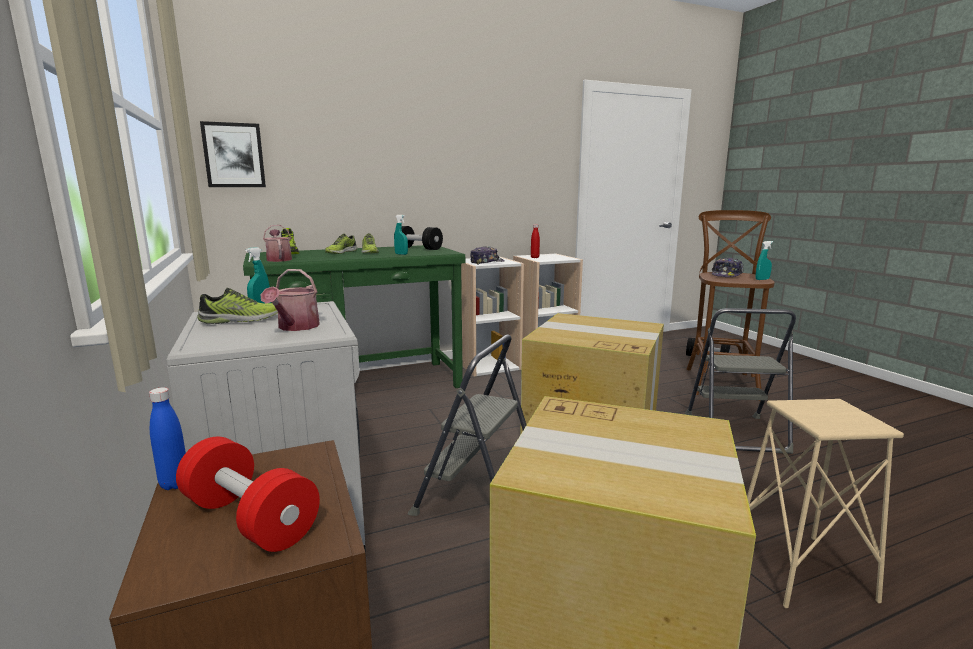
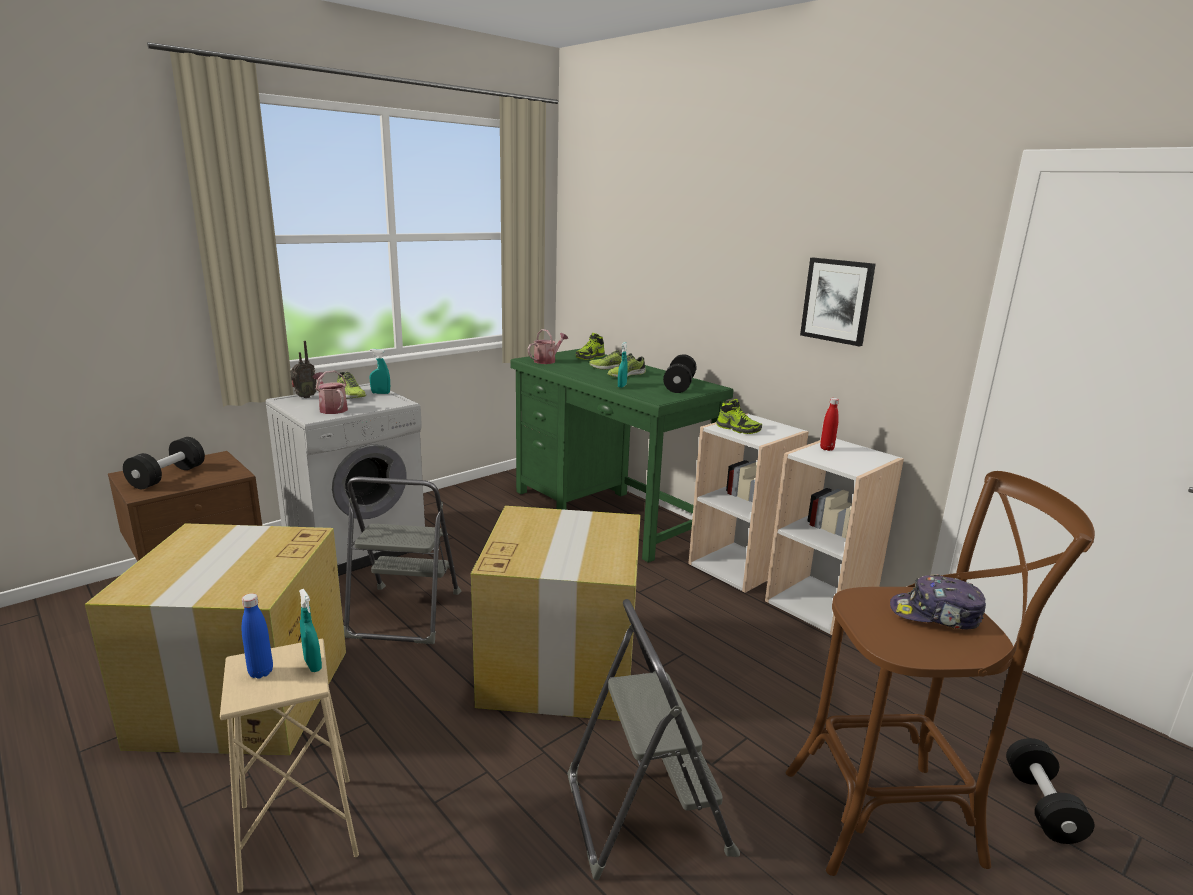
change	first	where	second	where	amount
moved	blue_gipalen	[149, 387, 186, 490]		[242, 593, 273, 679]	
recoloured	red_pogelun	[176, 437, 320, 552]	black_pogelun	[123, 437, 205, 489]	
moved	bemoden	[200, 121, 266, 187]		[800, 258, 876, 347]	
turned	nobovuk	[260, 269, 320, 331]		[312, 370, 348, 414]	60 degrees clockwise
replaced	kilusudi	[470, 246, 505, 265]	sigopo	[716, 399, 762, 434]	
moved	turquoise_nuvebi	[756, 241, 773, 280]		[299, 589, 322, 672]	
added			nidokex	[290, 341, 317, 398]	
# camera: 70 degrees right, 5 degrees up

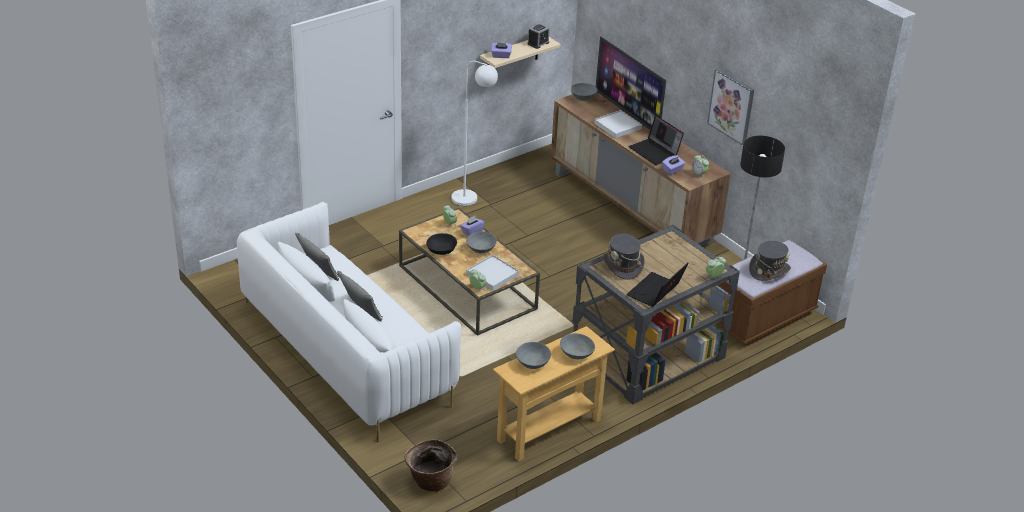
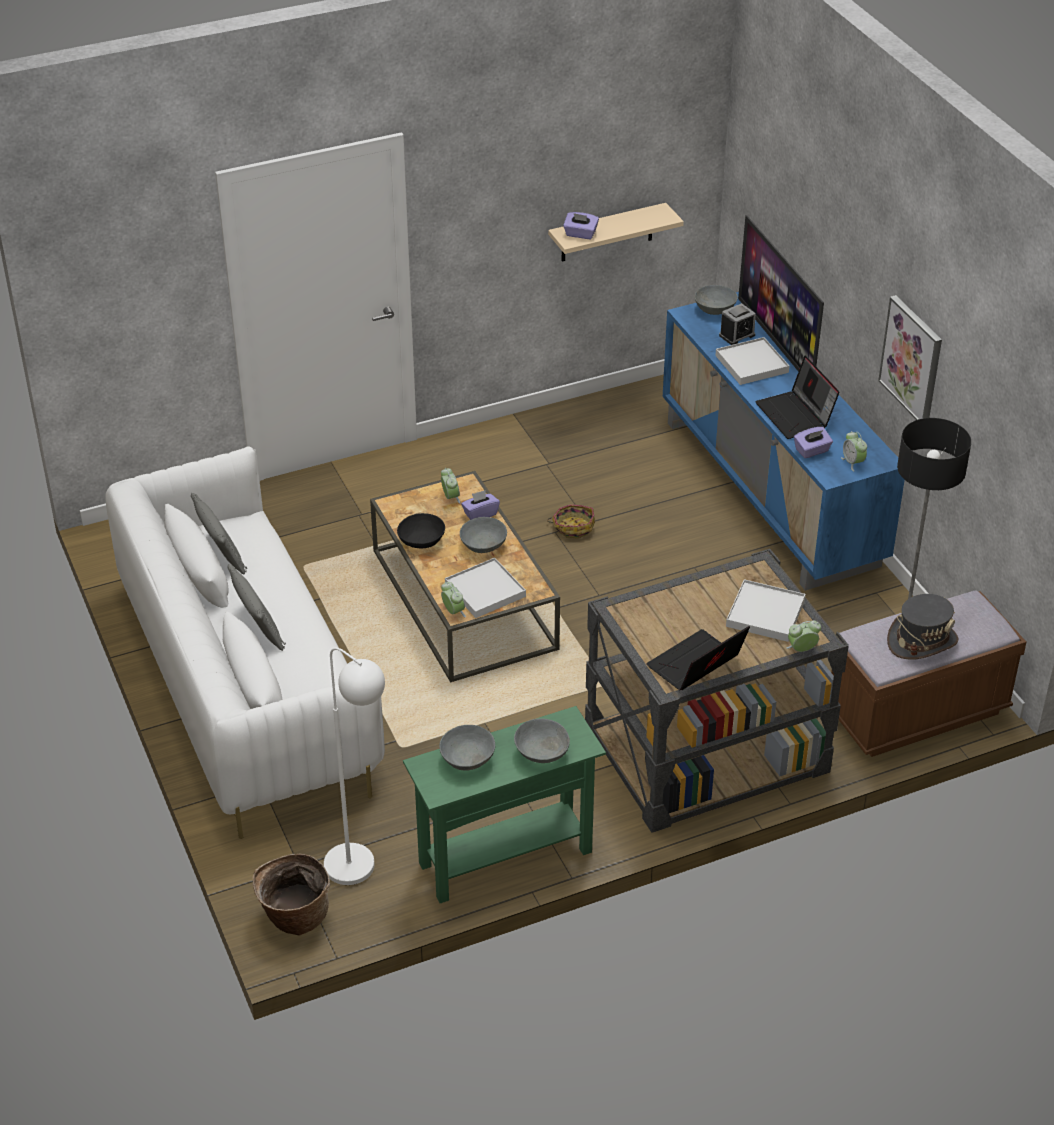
change	first	where	second	where	amount
moved	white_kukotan	[451, 61, 498, 206]		[324, 648, 385, 885]	
recoloured	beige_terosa	[493, 326, 615, 461]	green_terosa	[403, 706, 606, 903]	
moved	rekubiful	[527, 23, 550, 49]		[719, 303, 756, 345]	
recoloured	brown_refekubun	[551, 92, 731, 246]	blue_refekubun	[663, 292, 905, 591]	
removed	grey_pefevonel	[603, 234, 645, 280]			
added			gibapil	[547, 504, 595, 539]	
added			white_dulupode	[726, 579, 805, 642]	
# camera: 15 degrees right, 5 degrees up

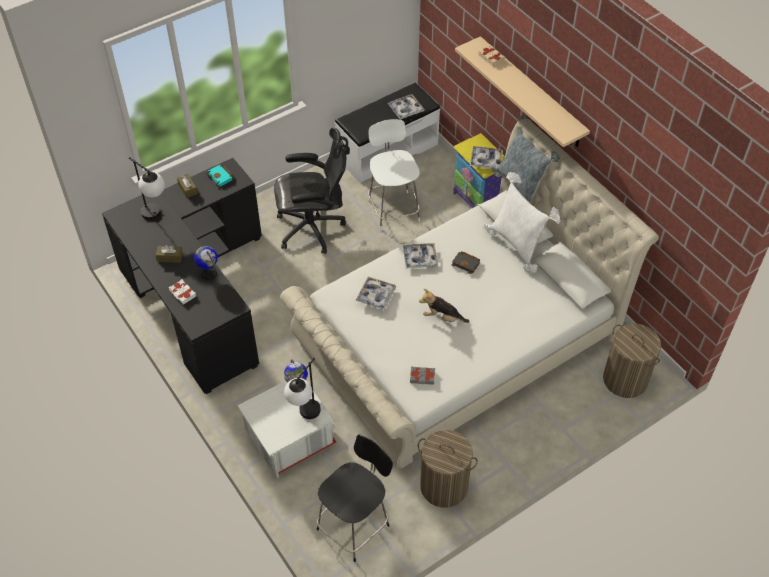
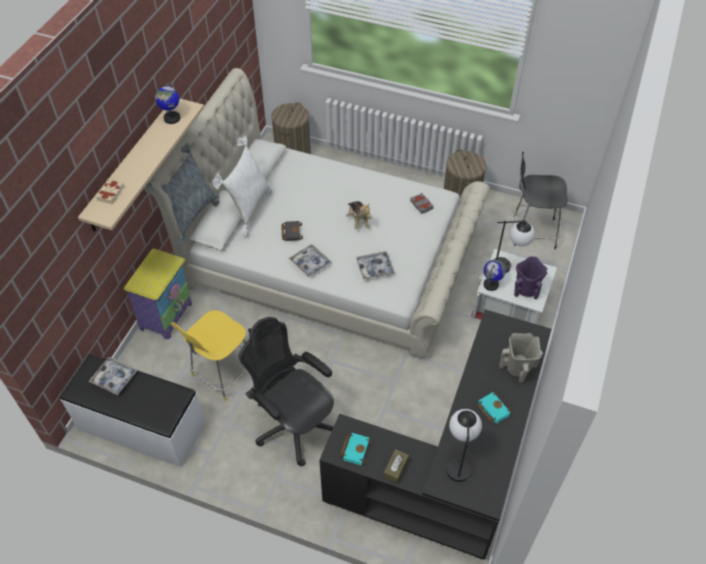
change	first	where	second	where	amount
replaced	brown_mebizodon	[156, 245, 183, 263]	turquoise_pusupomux	[476, 392, 512, 424]	
replaced	white_pusupomux	[169, 279, 196, 305]	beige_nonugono	[499, 333, 543, 383]	
moved	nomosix	[194, 246, 218, 280]		[155, 83, 180, 124]	
recoloured	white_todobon	[368, 119, 420, 230]	yellow_todobon	[171, 310, 247, 401]	
removed	dulupode	[470, 146, 503, 169]			
added			purple_nonugono	[514, 256, 547, 300]	
# camera: 125 degrees left, 0 degrees up

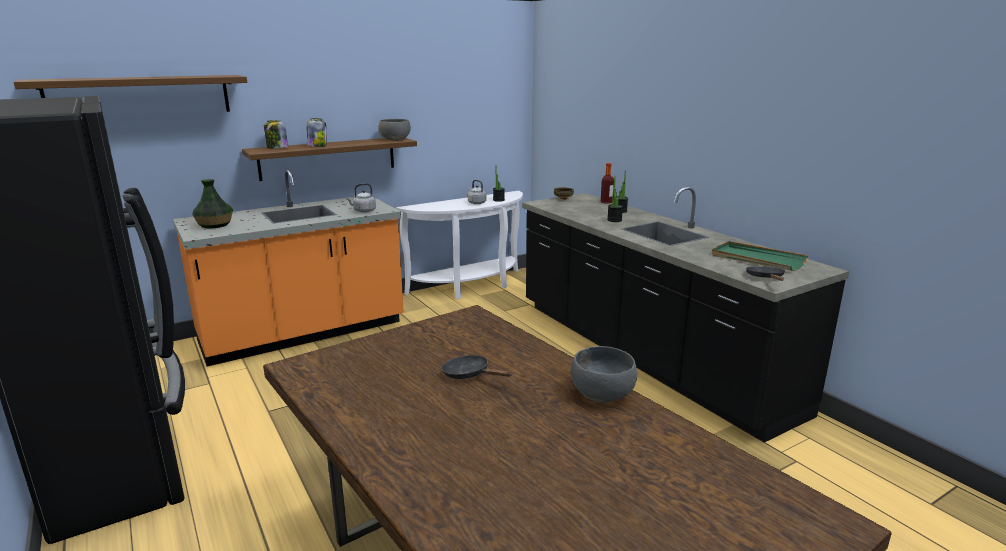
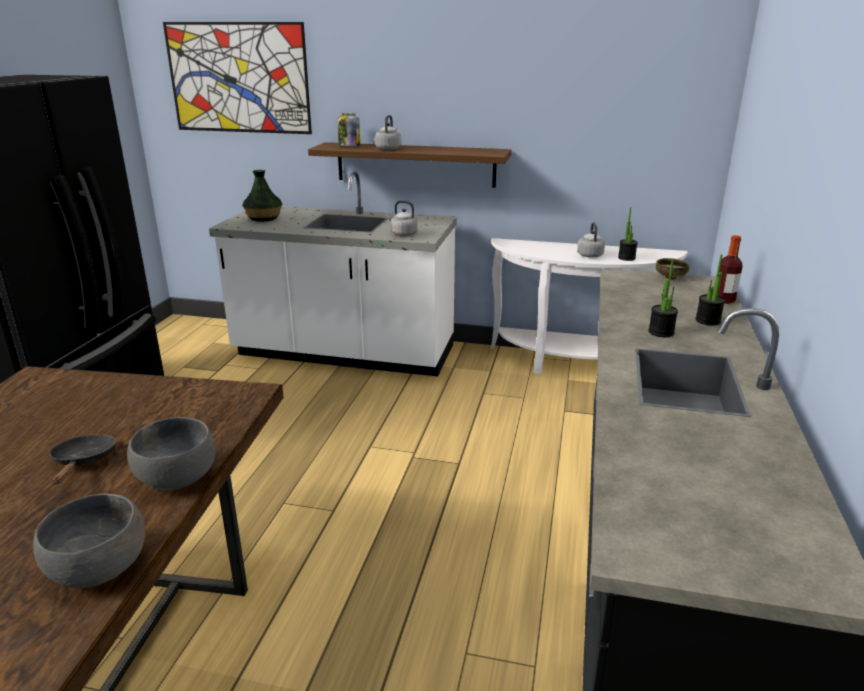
change	first	where	second	where	amount
replaced	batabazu	[14, 75, 247, 112]	bemoden	[163, 22, 312, 134]	
recoloured	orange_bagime	[173, 170, 404, 367]	white_bagime	[209, 172, 457, 376]	
replaced	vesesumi	[307, 118, 327, 147]	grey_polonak	[375, 115, 401, 150]	
moved	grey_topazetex	[378, 119, 411, 141]		[127, 417, 216, 491]	
removed	green_dulupode	[712, 241, 808, 271]			
removed	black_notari	[746, 266, 785, 281]			
# camera: 45 degrees right, 5 degrees up

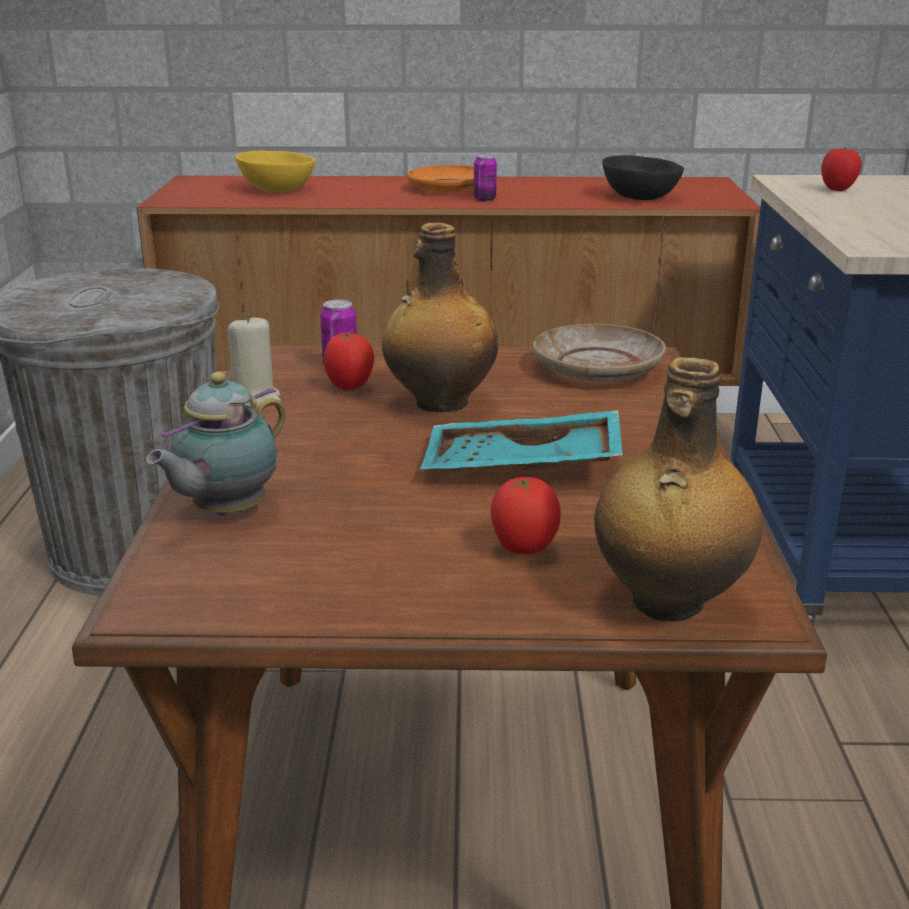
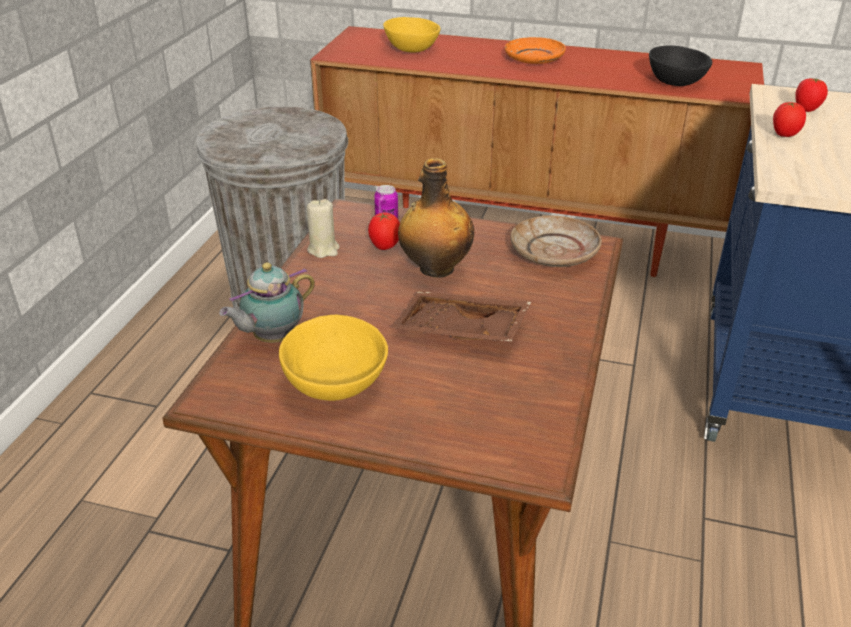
change	first	where	second	where	amount
recoloured	turquoise_dulupode	[420, 410, 623, 472]	brown_dulupode	[391, 292, 531, 342]	
removed	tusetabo	[474, 154, 497, 202]			
moved	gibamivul	[490, 477, 561, 554]		[773, 102, 806, 137]	
removed	gipalen	[594, 357, 763, 622]			
added			yellow_topazetex	[279, 315, 388, 401]	
# camera: 15 degrees right, 10 degrees up

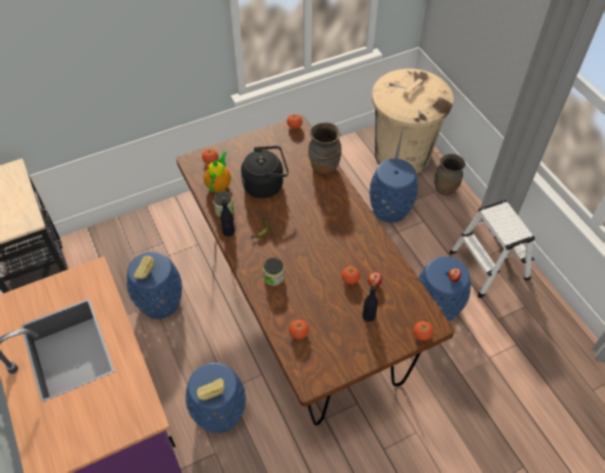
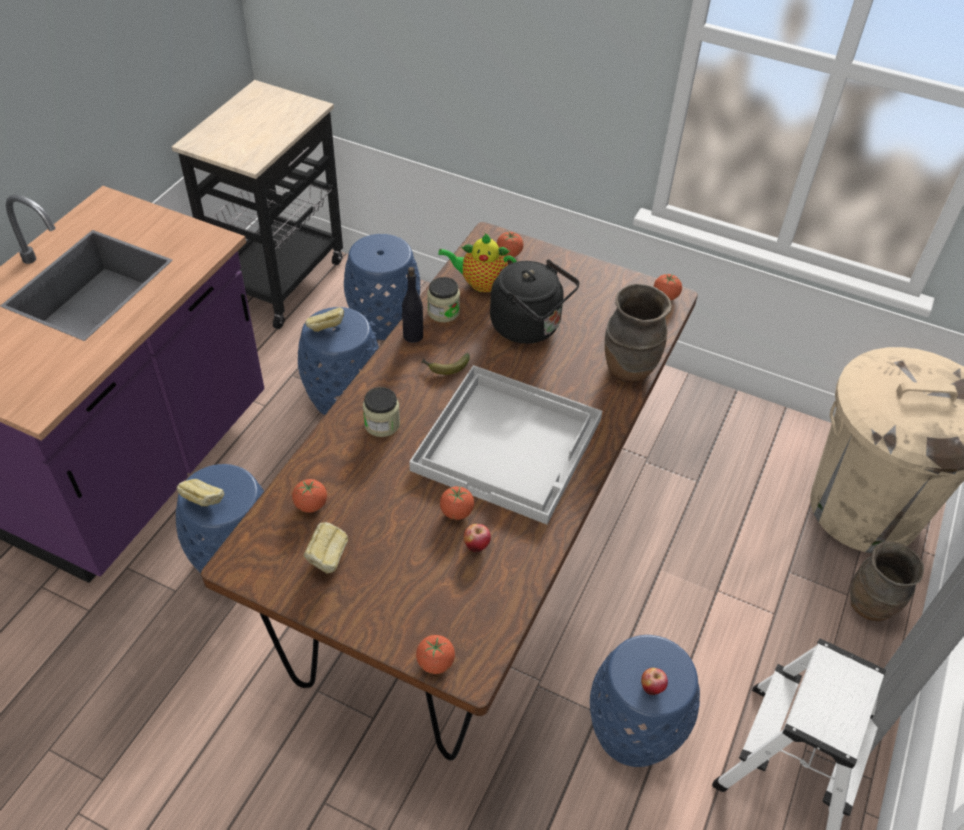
change	first	where	second	where	amount
turned	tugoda	[204, 152, 231, 193]		[438, 233, 517, 292]	150 degrees counterclockwise
removed	black_gipalen	[362, 284, 378, 322]			
moved	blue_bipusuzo	[369, 159, 418, 223]		[344, 234, 420, 340]	
added			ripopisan	[304, 522, 348, 573]	
added			white_dulupode	[409, 365, 602, 525]	
# camera: 50 degrees right, 5 degrees down

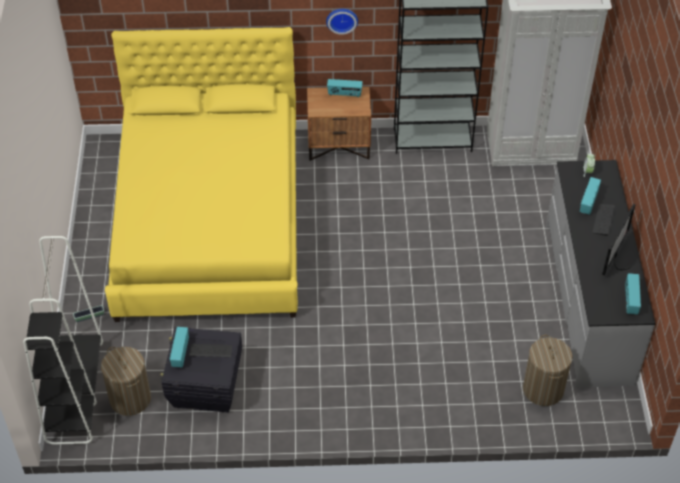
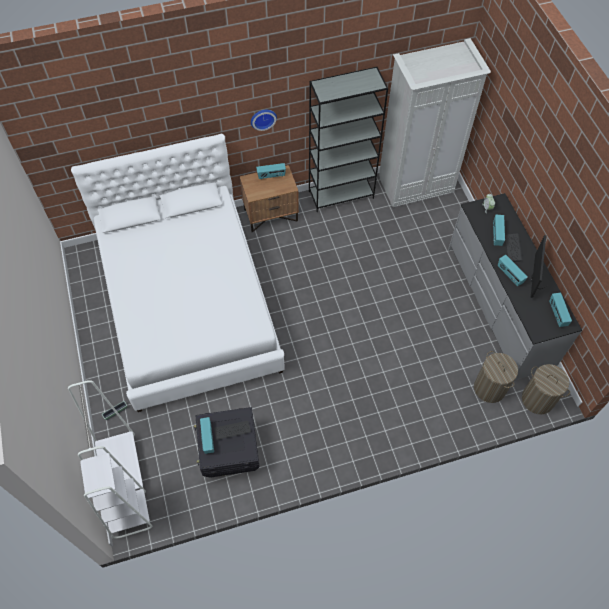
change	first	where	second	where	amount
recoloured	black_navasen	[23, 236, 103, 445]	white_navasen	[68, 380, 152, 539]	
moved	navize	[101, 347, 151, 416]		[522, 364, 570, 414]	
recoloured	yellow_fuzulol	[105, 27, 298, 322]	white_fuzulol	[71, 133, 285, 412]	
added			nidokex	[498, 255, 528, 286]	
# camera: 15 degrees left, 10 degrees up

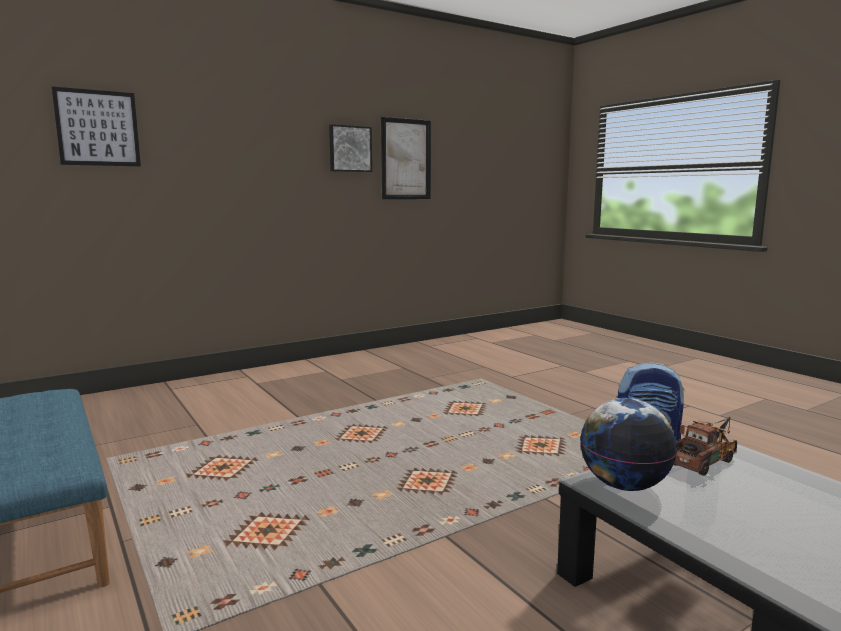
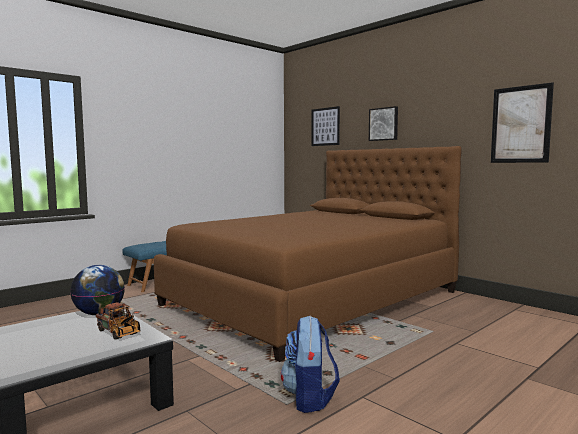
change	first	where	second	where	amount
moved	bemoden	[329, 124, 372, 172]		[369, 106, 398, 141]	
added			brown_fuzulol	[154, 146, 462, 362]	
# camera: 80 degrees right, 5 degrees down

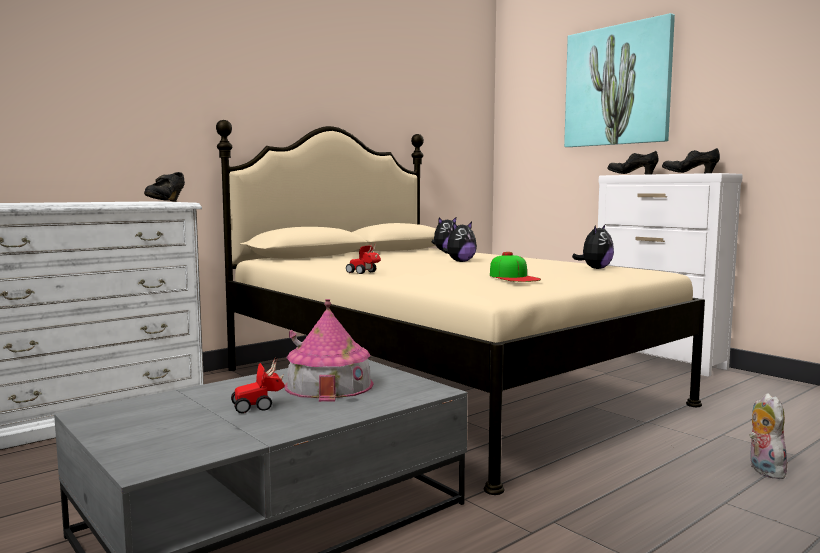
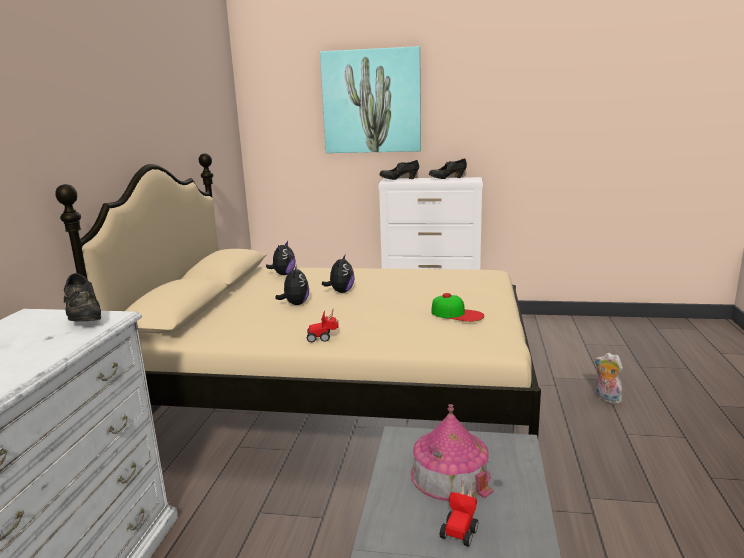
change	first	where	second	where	amount
moved	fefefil	[572, 225, 614, 269]		[275, 264, 309, 305]	
# camera: 40 degrees left, 10 degrees up

